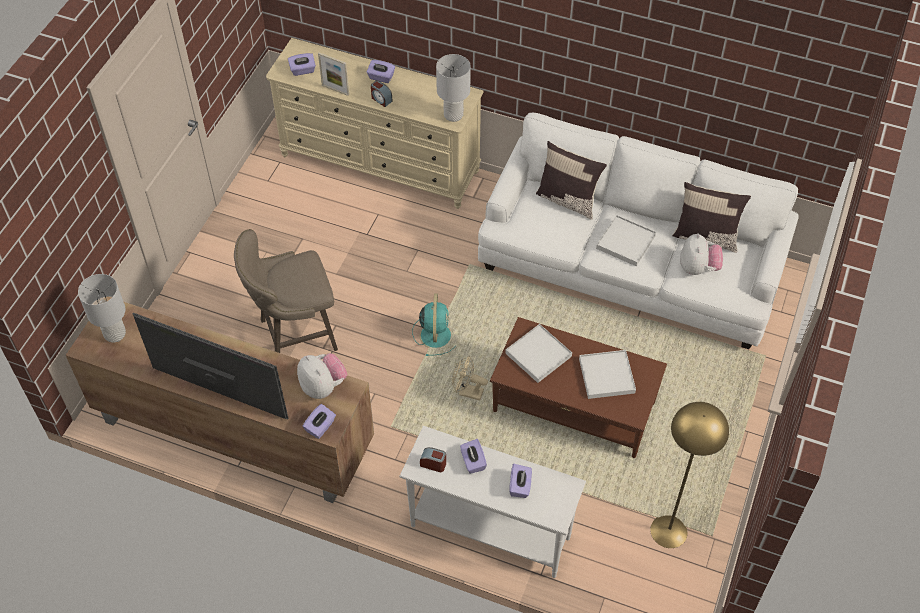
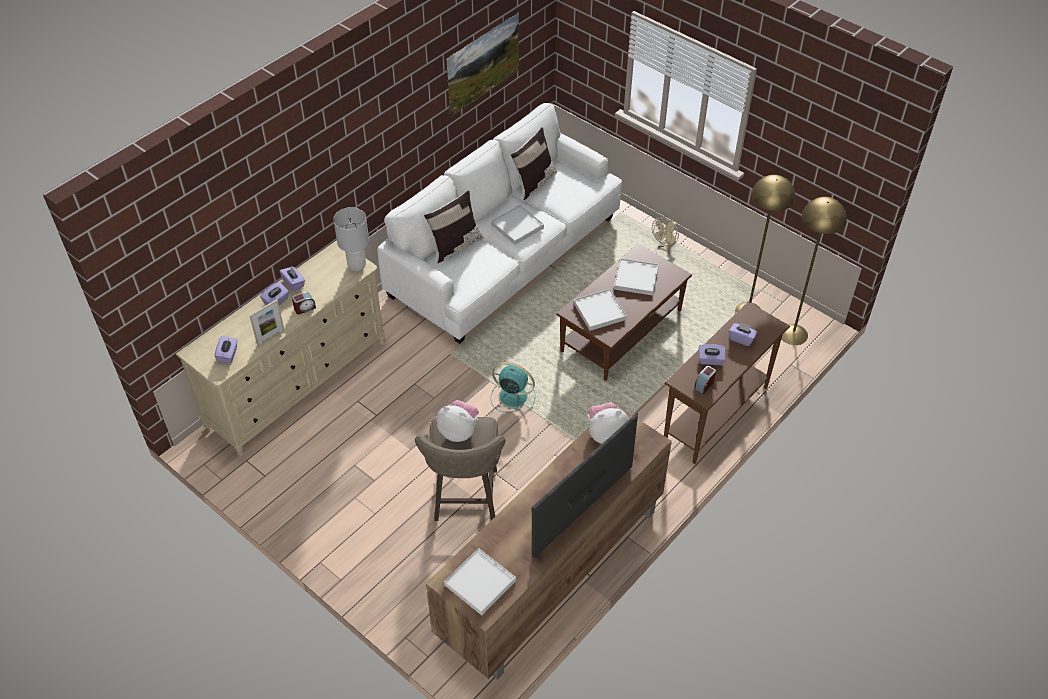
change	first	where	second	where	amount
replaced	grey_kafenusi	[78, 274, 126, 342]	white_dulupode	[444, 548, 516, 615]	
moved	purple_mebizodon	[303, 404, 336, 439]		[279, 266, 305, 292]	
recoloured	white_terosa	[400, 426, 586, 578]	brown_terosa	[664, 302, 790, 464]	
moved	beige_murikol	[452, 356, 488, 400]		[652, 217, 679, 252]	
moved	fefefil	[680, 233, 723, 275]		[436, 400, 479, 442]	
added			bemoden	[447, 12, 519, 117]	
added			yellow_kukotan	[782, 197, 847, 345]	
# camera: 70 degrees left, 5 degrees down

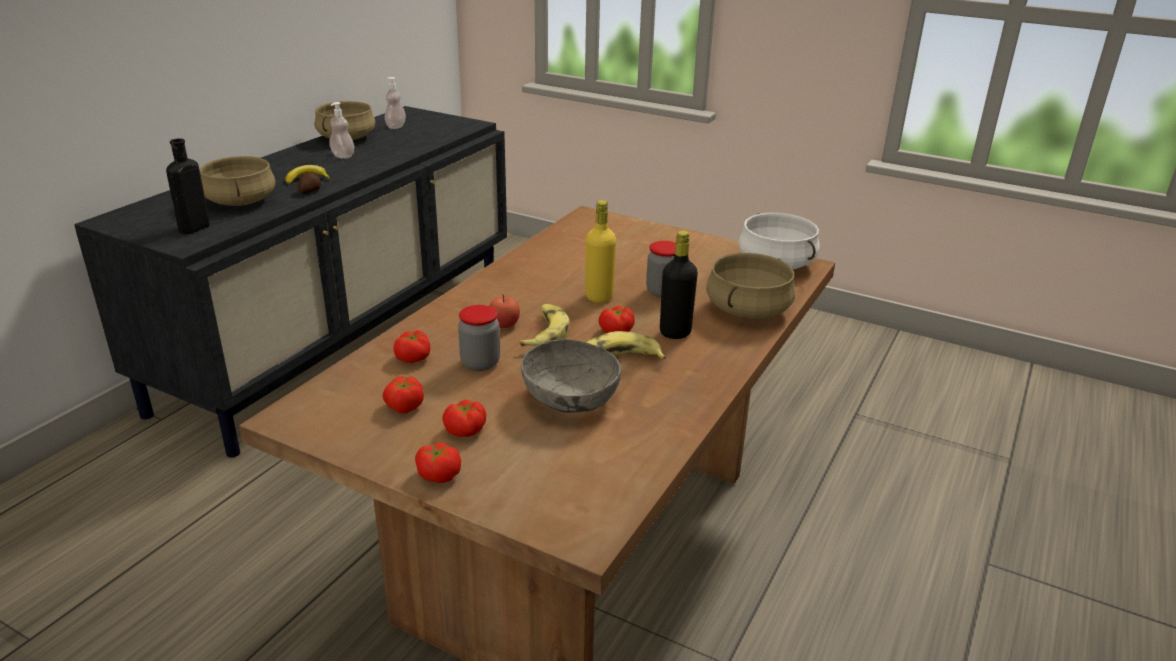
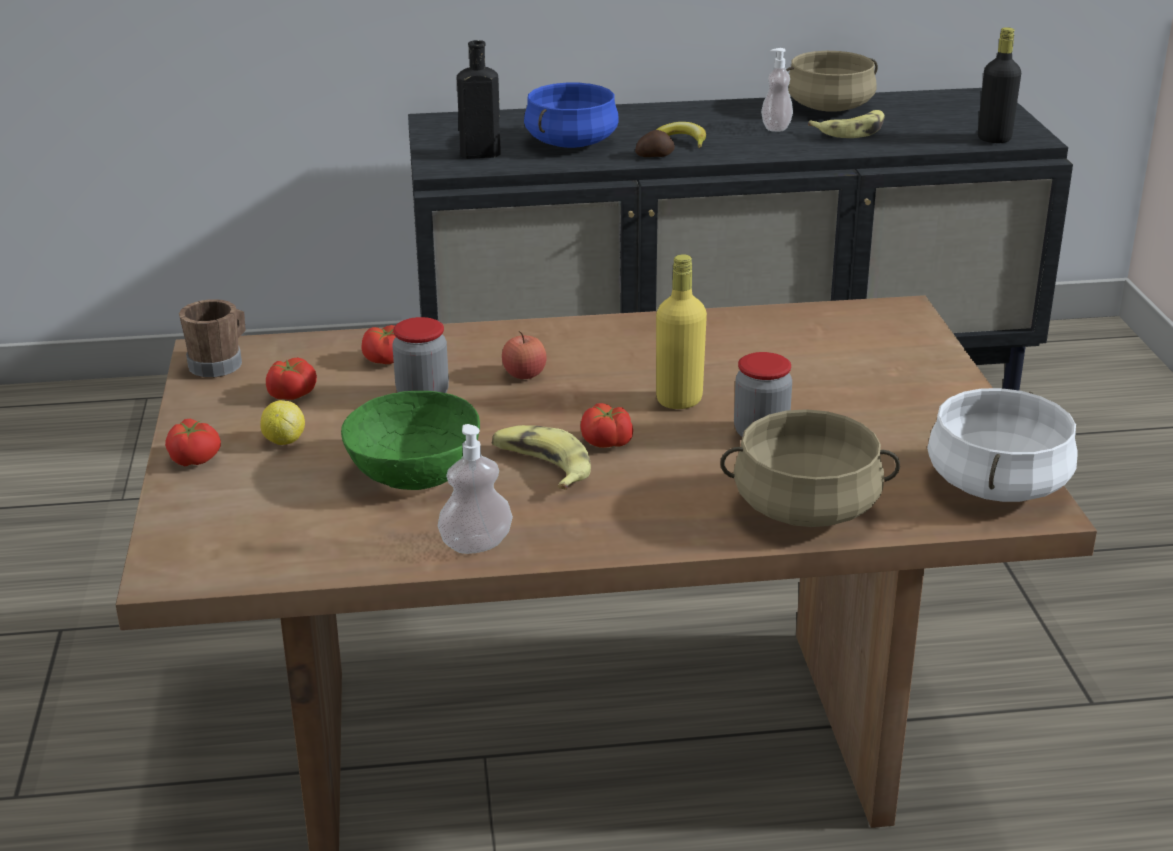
change	first	where	second	where	amount
recoloured	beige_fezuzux	[200, 156, 275, 206]	blue_fezuzux	[524, 83, 619, 148]	
moved	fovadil	[385, 77, 406, 129]		[438, 424, 513, 554]	
replaced	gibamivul	[442, 400, 486, 437]	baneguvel	[260, 400, 305, 445]	
moved	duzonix	[519, 304, 569, 346]		[808, 110, 884, 138]	
recoloured	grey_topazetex	[521, 339, 621, 413]	green_topazetex	[341, 391, 480, 490]	
moved	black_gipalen	[660, 231, 698, 339]		[978, 27, 1021, 143]	
added			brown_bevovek	[179, 299, 246, 378]	
# camera: 55 degrees right, 0 degrees up

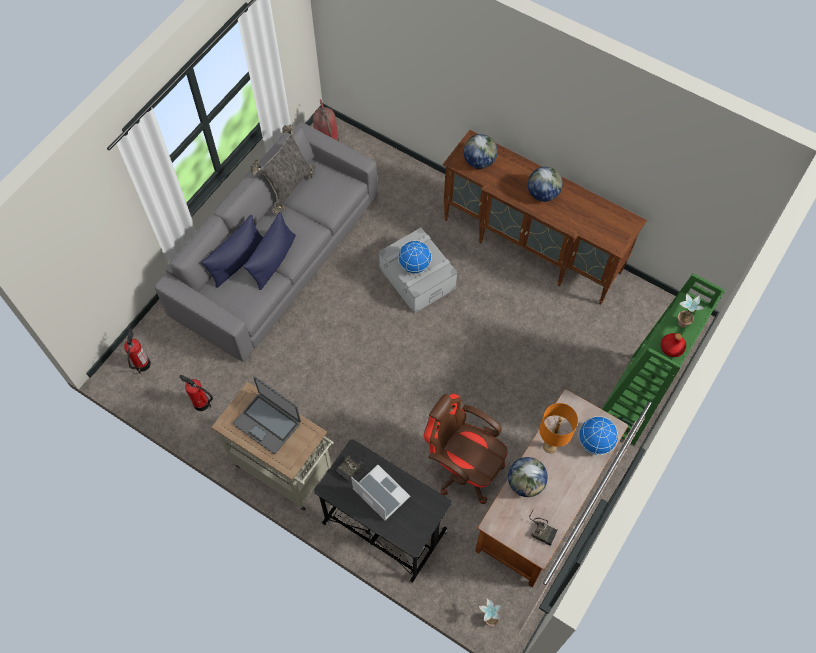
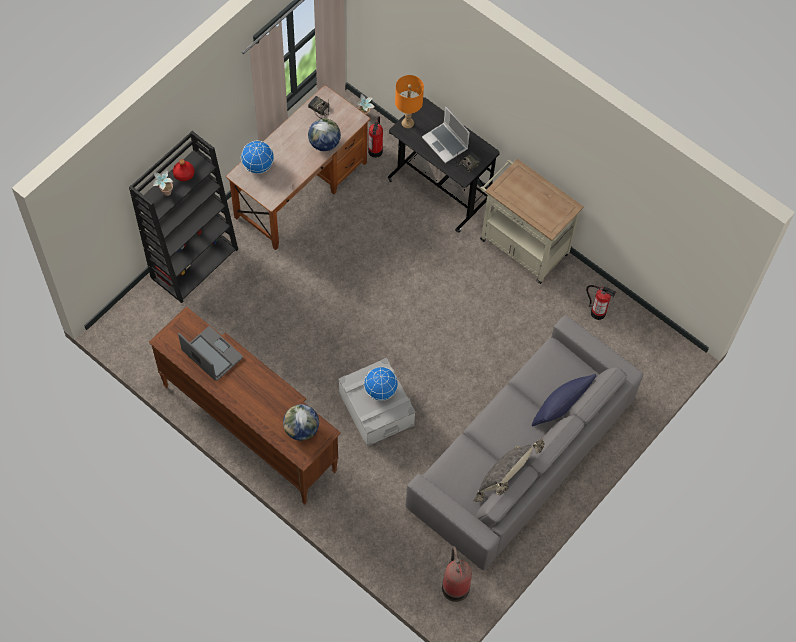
change	first	where	second	where	amount
moved	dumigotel	[124, 329, 151, 374]		[368, 116, 383, 158]	
moved	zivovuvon	[233, 376, 301, 454]		[178, 326, 243, 381]	
removed	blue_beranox	[244, 212, 296, 290]			
removed	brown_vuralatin	[424, 394, 508, 504]			
removed	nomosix	[528, 166, 563, 202]			
moved	orange_kafenusi	[539, 403, 578, 454]		[395, 75, 424, 128]	
recoloured	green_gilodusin	[602, 273, 725, 445]	black_gilodusin	[129, 131, 238, 303]	
# camera: 175 degrees left, 0 degrees up

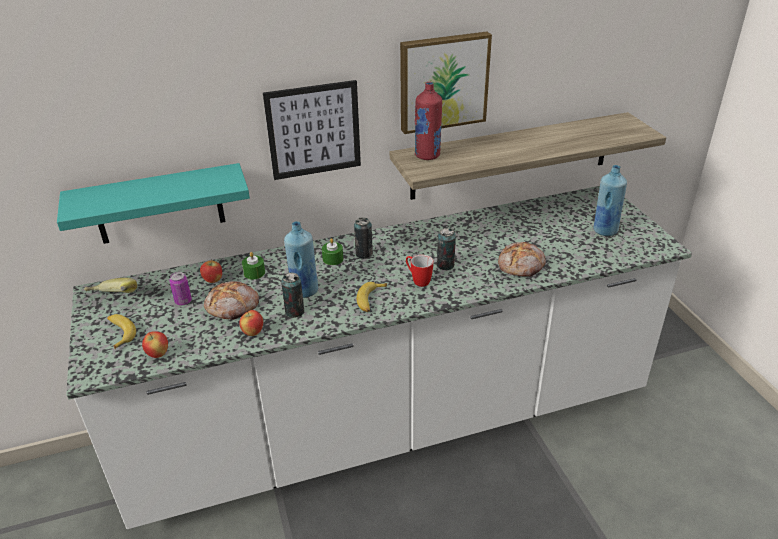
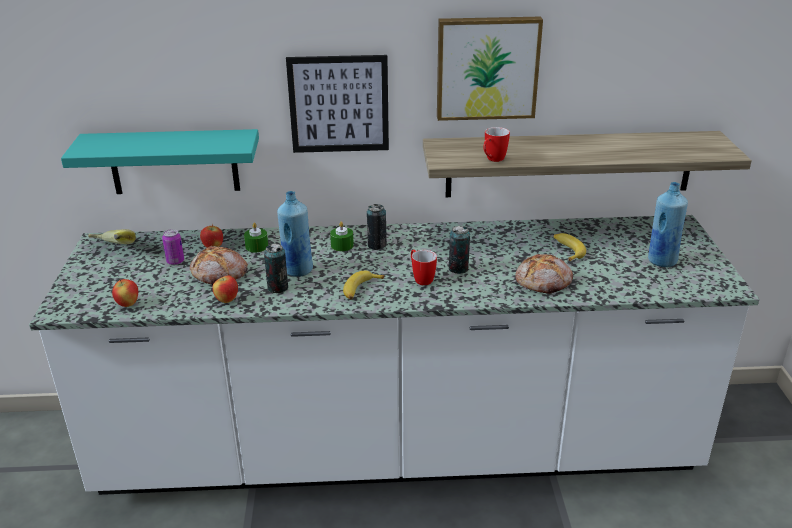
change	first	where	second	where	amount
moved	duzonix	[107, 314, 136, 349]		[554, 233, 586, 261]	
removed	red_gipalen	[414, 82, 442, 160]			
added			bevovek	[483, 127, 510, 162]	
# camera: 15 degrees right, 5 degrees down

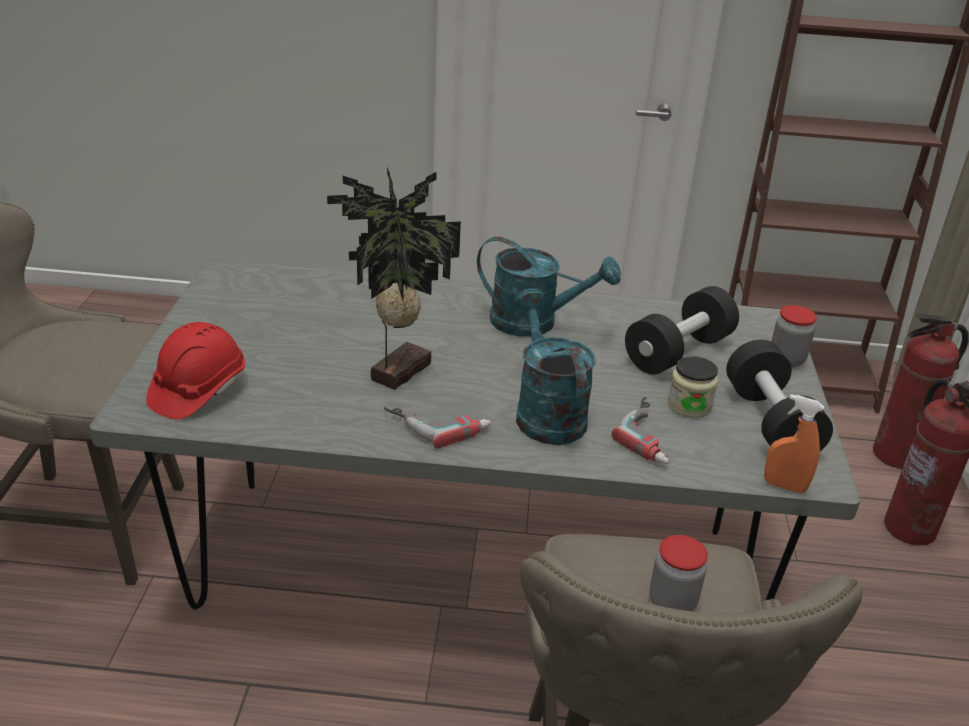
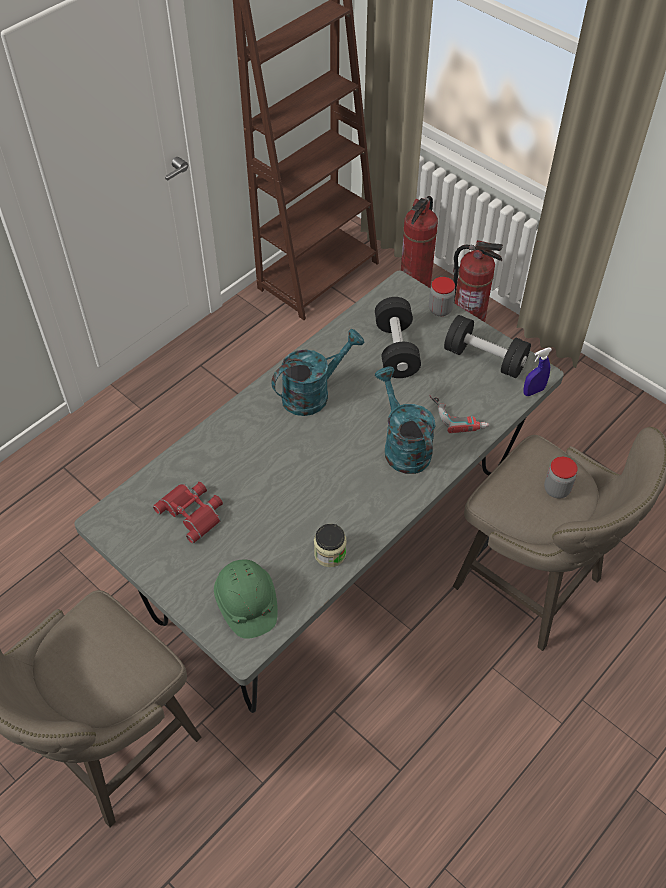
change	first	where	second	where	amount
recoloured	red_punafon	[146, 322, 245, 419]	green_punafon	[214, 560, 278, 639]	
removed	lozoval	[327, 167, 461, 390]			
removed	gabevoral	[384, 407, 491, 449]			
turned	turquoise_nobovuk	[514, 288, 595, 445]		[375, 367, 435, 474]	45 degrees clockwise
moved	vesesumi	[668, 356, 718, 418]		[314, 524, 347, 567]	
recoloured	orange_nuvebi	[764, 394, 824, 493]	blue_nuvebi	[523, 348, 552, 396]	
added			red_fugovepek	[153, 482, 223, 544]	
# camera: 50 degrees left, 20 degrees up

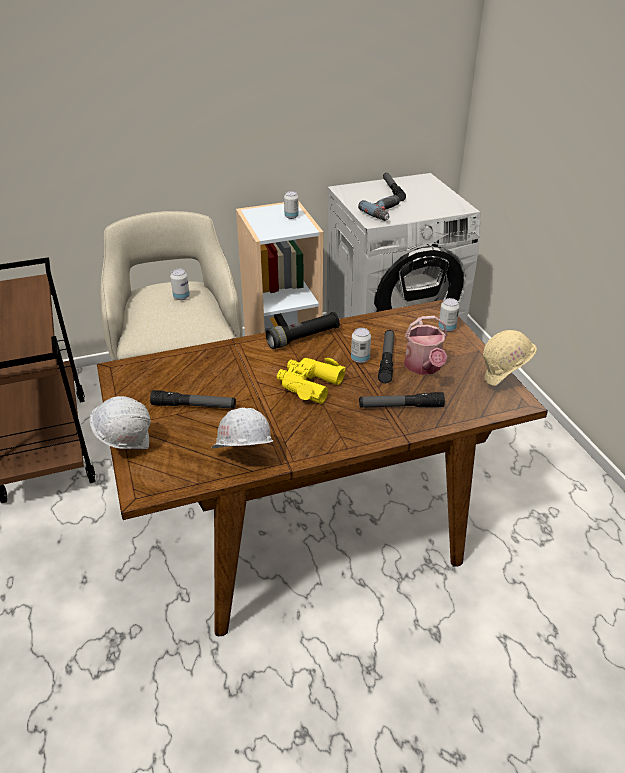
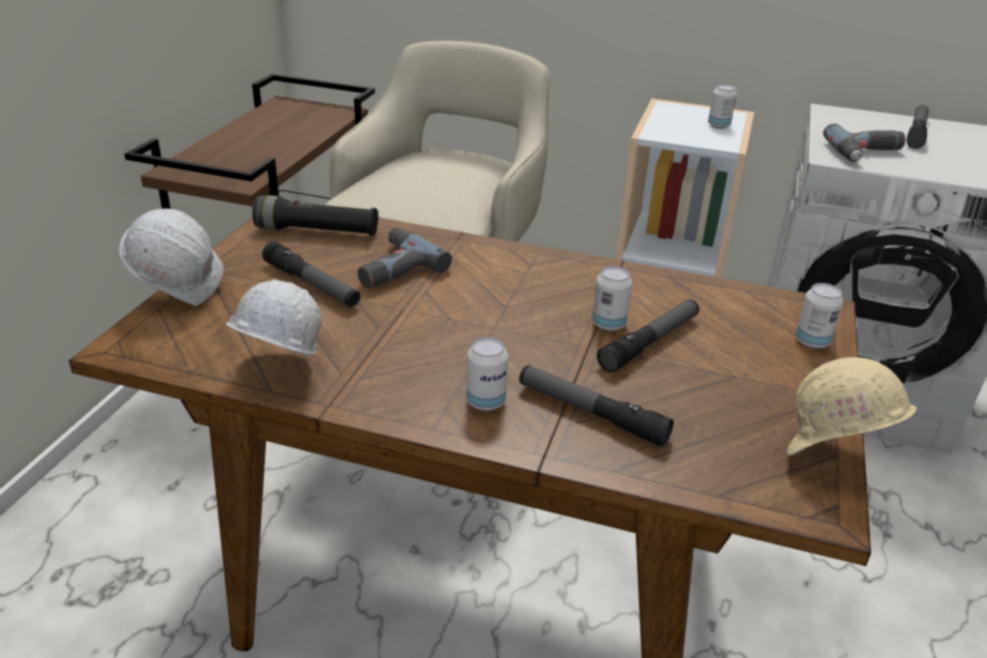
change	first	where	second	where	amount
moved	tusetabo	[170, 269, 190, 300]		[466, 337, 508, 411]	
moved	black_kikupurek	[266, 312, 340, 349]		[252, 195, 379, 236]	
removed	yellow_fugovepek	[277, 358, 346, 404]			
removed	nobovuk	[404, 316, 448, 375]			
added			gabevoral	[358, 227, 452, 288]	
# camera: 35 degrees right, 5 degrees down

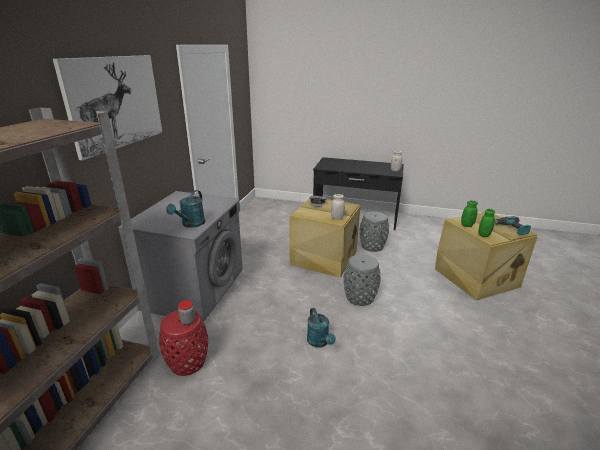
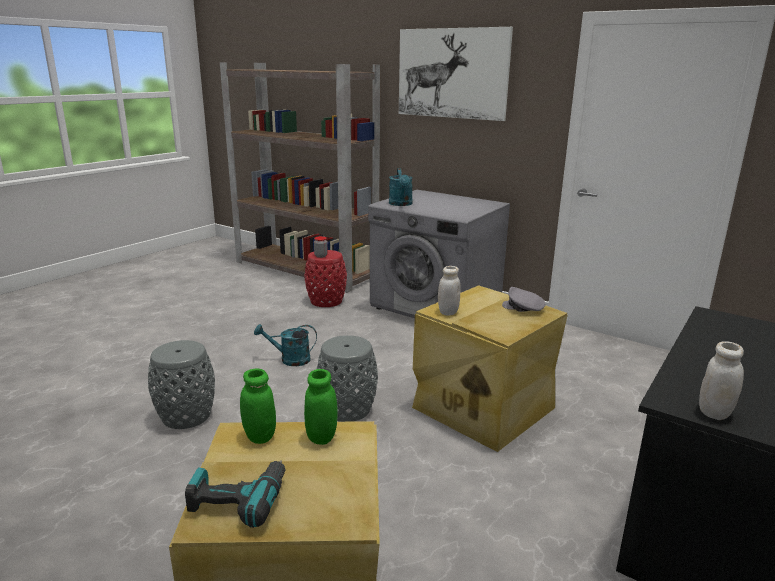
change	first	where	second	where	amount
turned	turquoise_nobovuk	[166, 190, 205, 228]		[389, 168, 413, 206]	135 degrees counterclockwise
moved	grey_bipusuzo	[359, 211, 389, 252]		[148, 340, 215, 429]	
# camera: 110 degrees right, 5 degrees down

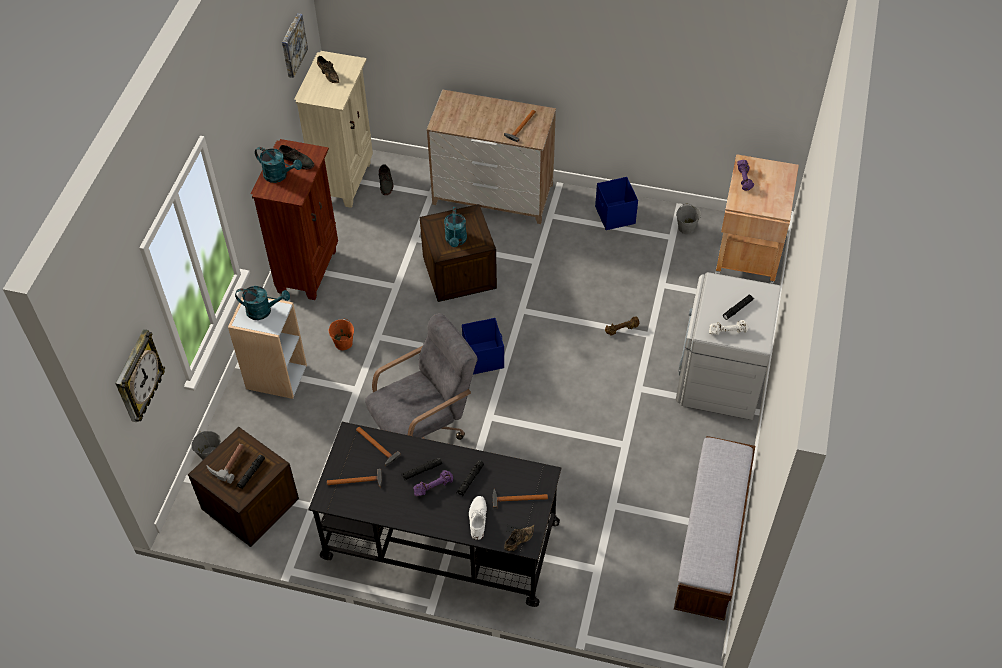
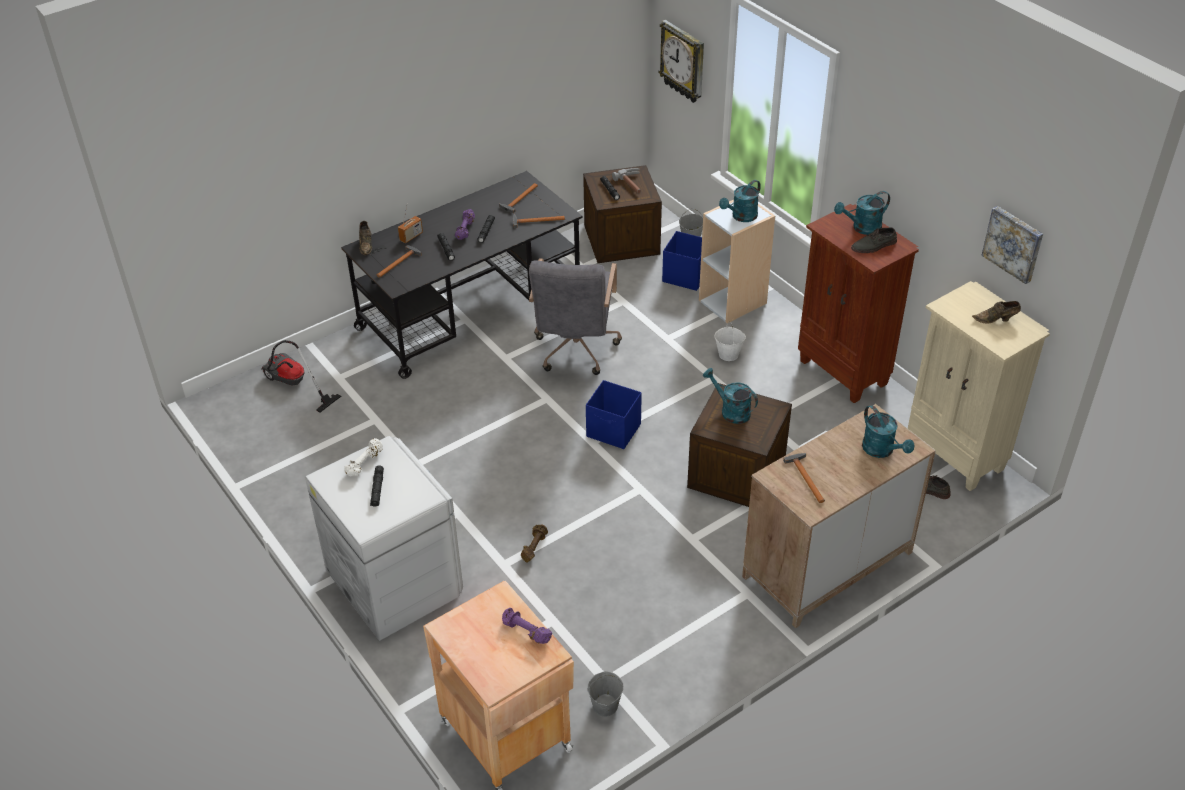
change	first	where	second	where	amount
recoloured	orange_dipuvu	[329, 319, 354, 350]	white_dipuvu	[715, 323, 746, 361]	
replaced	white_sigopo	[469, 496, 487, 540]	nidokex	[398, 206, 423, 243]	
moved	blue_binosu	[595, 177, 638, 230]		[662, 231, 702, 291]	
removed	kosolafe	[674, 436, 755, 621]			
added			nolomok	[261, 340, 342, 413]	
added			turquoise_nobovuk	[862, 405, 914, 458]	
# camera: 130 degrees right, 10 degrees down

